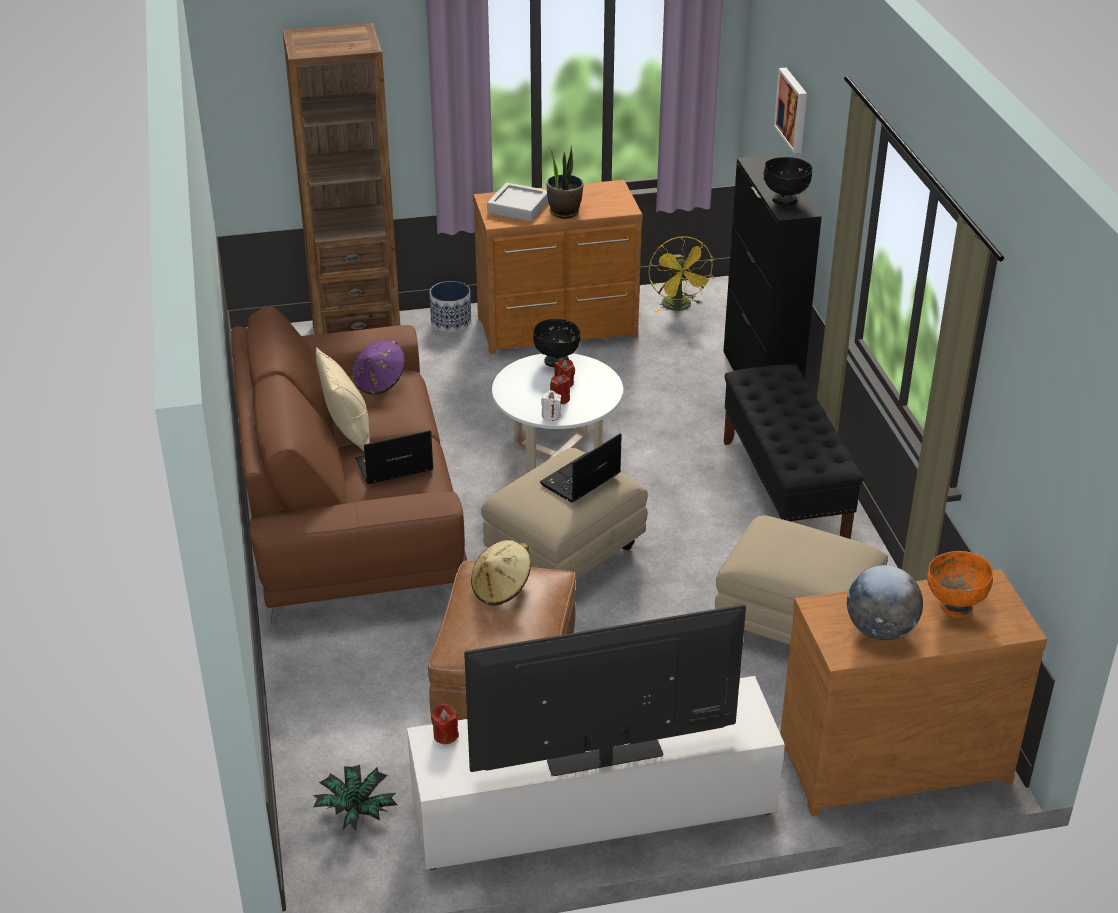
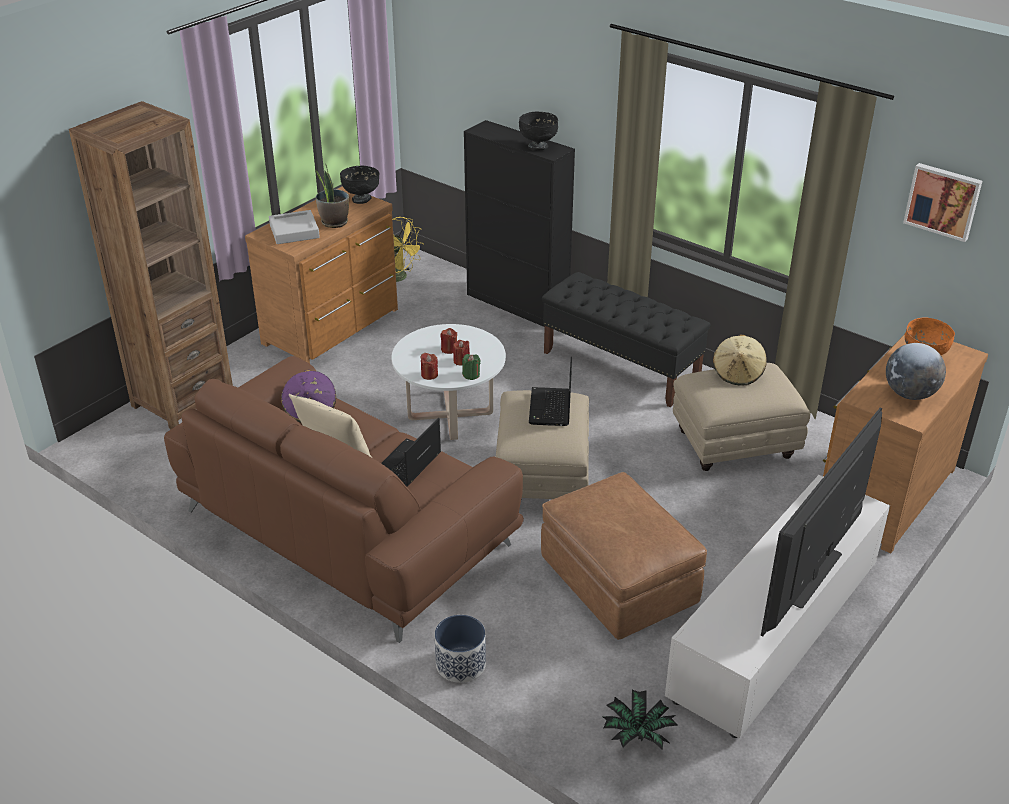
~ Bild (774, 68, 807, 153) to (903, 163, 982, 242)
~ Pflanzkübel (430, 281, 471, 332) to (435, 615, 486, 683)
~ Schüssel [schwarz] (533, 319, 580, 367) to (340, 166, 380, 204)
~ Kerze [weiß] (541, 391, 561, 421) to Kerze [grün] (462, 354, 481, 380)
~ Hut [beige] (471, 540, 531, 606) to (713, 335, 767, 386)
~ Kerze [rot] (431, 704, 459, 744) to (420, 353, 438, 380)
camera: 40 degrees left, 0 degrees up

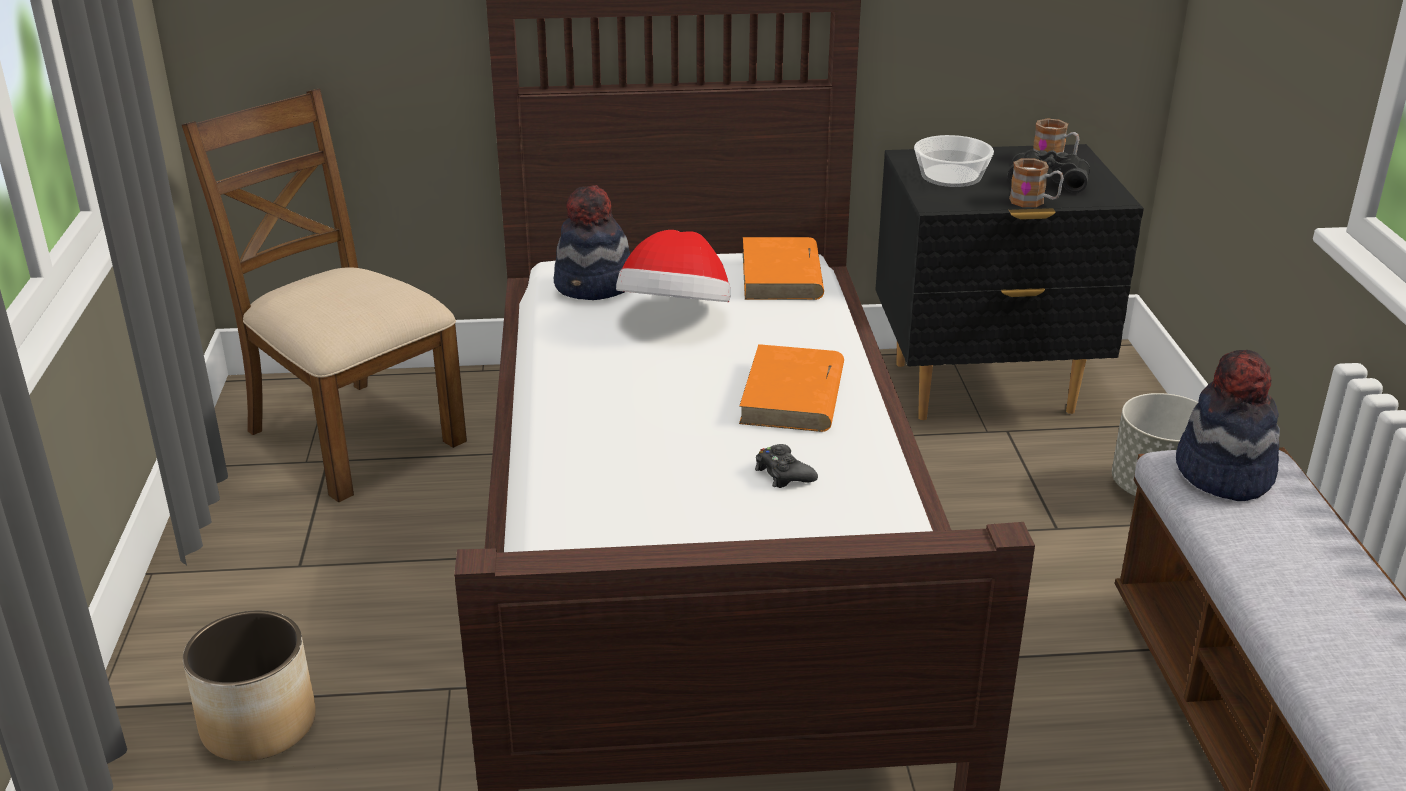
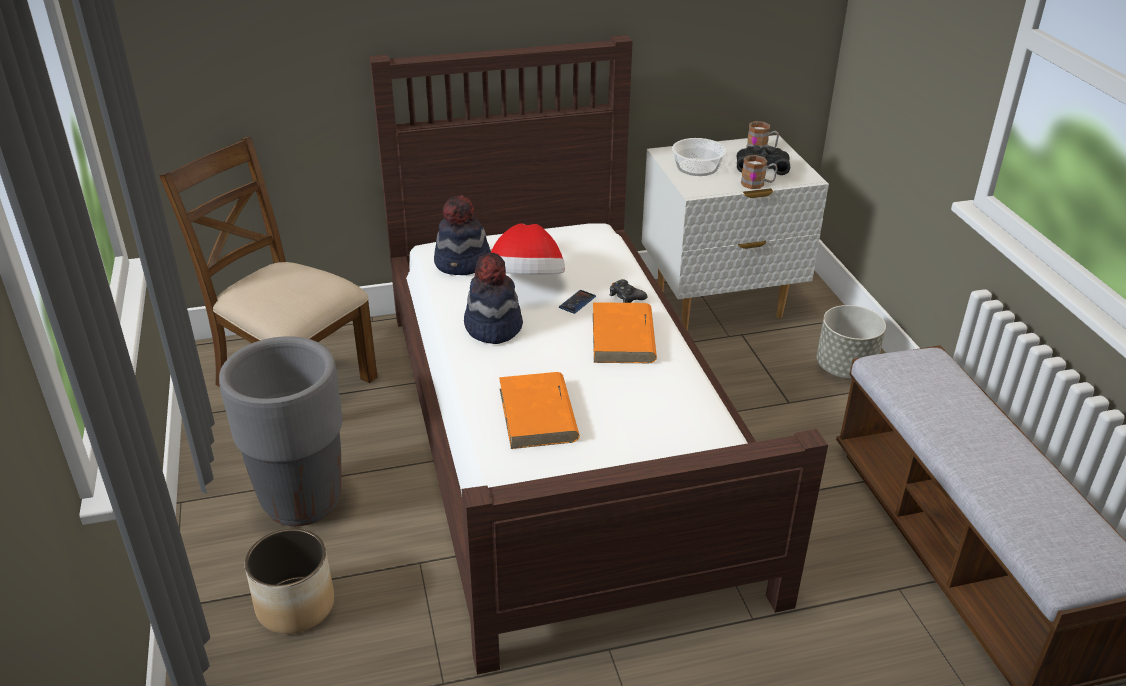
~ Nachttisch [schwarz] (875, 144, 1144, 420) to Nachttisch [weiß] (642, 135, 829, 331)
~ Buch [orange] (743, 237, 824, 300) to (499, 372, 580, 449)
~ Hut (1176, 350, 1280, 501) to (464, 253, 523, 344)
~ Gamepad [schwarz] (755, 444, 818, 488) to (610, 279, 648, 303)
+ Handy (559, 290, 596, 314)
+ Pflanzkübel [grau] (219, 336, 342, 526)
camera: 10 degrees left, 5 degrees up

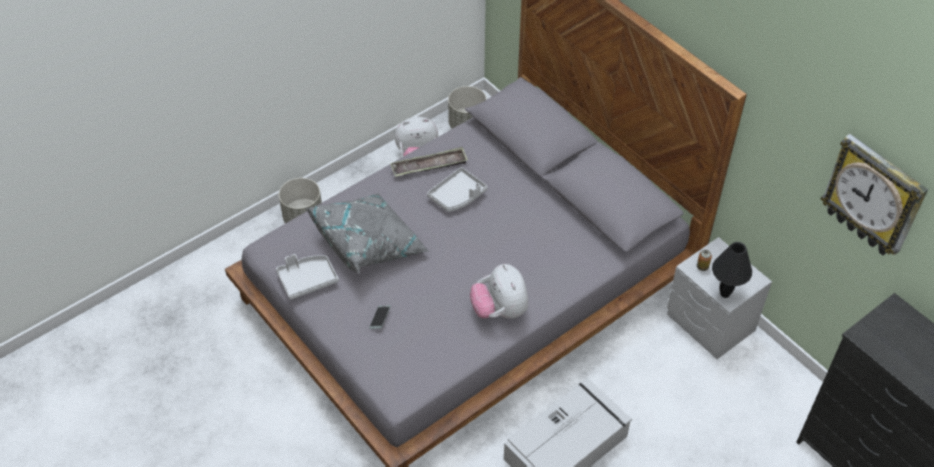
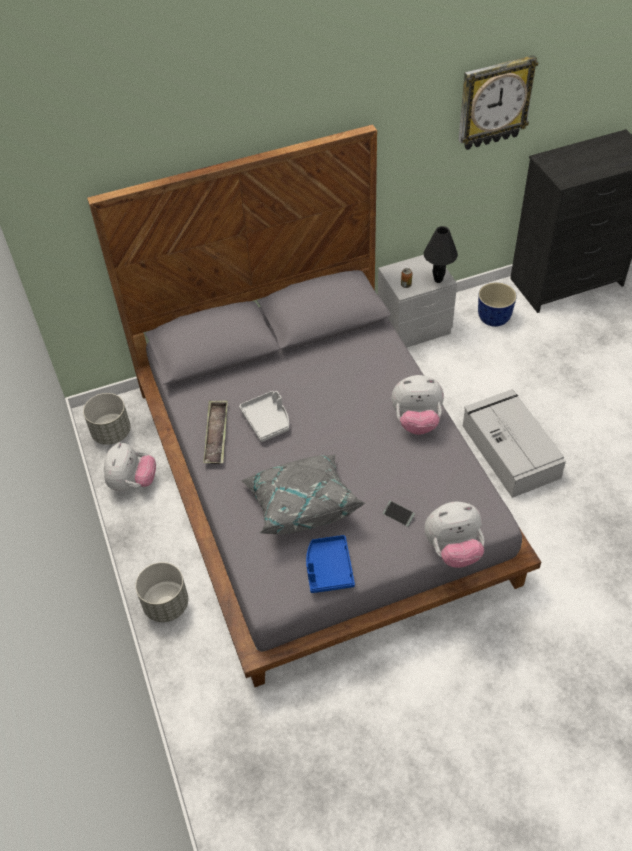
~ Tablett [grau] (276, 254, 339, 300) to Tablett [blau] (306, 535, 355, 593)
+ Pflanzkübel (478, 282, 517, 327)
+ Plüschtier (425, 502, 484, 568)
camera: 70 degrees left, 0 degrees up

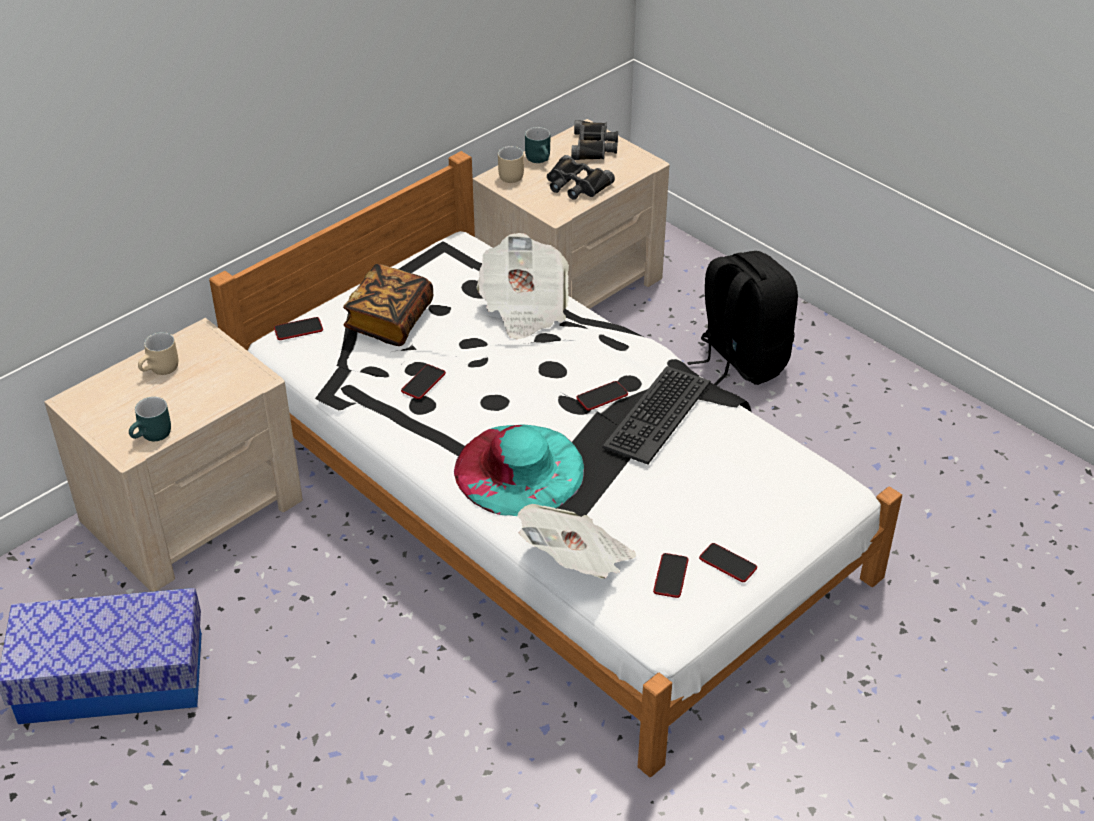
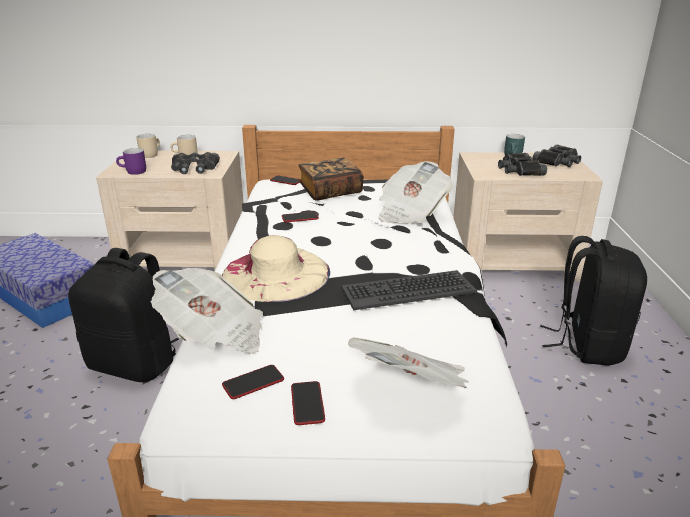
~ Henkelbecher [beige] (498, 146, 524, 183) to (136, 134, 160, 158)
- Handy (576, 381, 628, 411)
~ Henkelbecher [türkis] (129, 397, 171, 441) to Henkelbecher [lila] (116, 148, 146, 175)
~ Hut [türkis] (454, 424, 584, 516) to Hut [beige] (222, 235, 330, 302)
+ Fernglas [schwarz] (171, 152, 220, 174)
+ Rucksack [schwarz] (68, 248, 179, 382)
+ Zeitung (348, 338, 469, 388)
camera: 45 degrees right, 15 degrees down

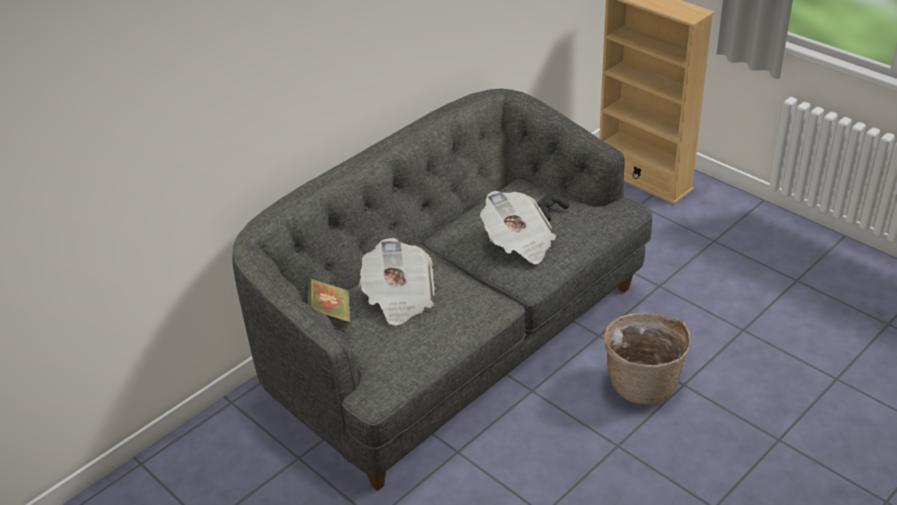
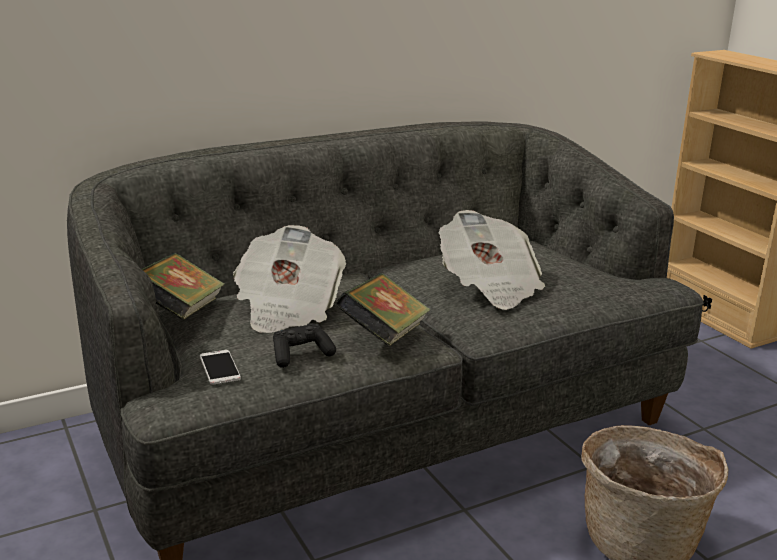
~ Gamepad [schwarz] (537, 192, 569, 222) to (273, 323, 336, 368)
+ Buch (336, 273, 430, 347)
+ Handy (200, 350, 241, 385)
camera: 15 degrees right, 15 degrees down

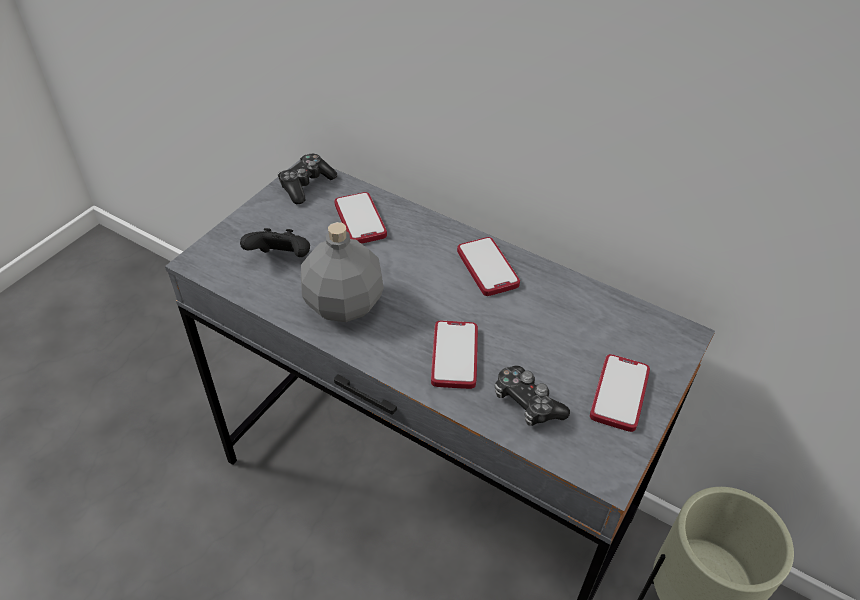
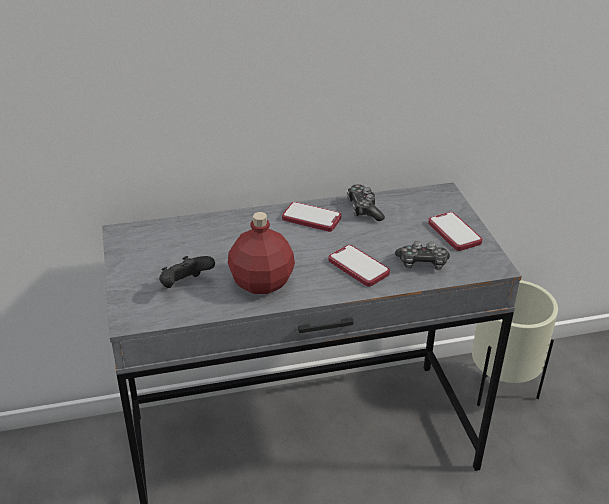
~ Gamepad (278, 154, 338, 204) to (347, 184, 385, 221)
- Handy (334, 192, 387, 244)
~ Flasche [grau] (301, 222, 384, 322) to Flasche [rot] (228, 212, 295, 294)
camera: 45 degrees left, 10 degrees down

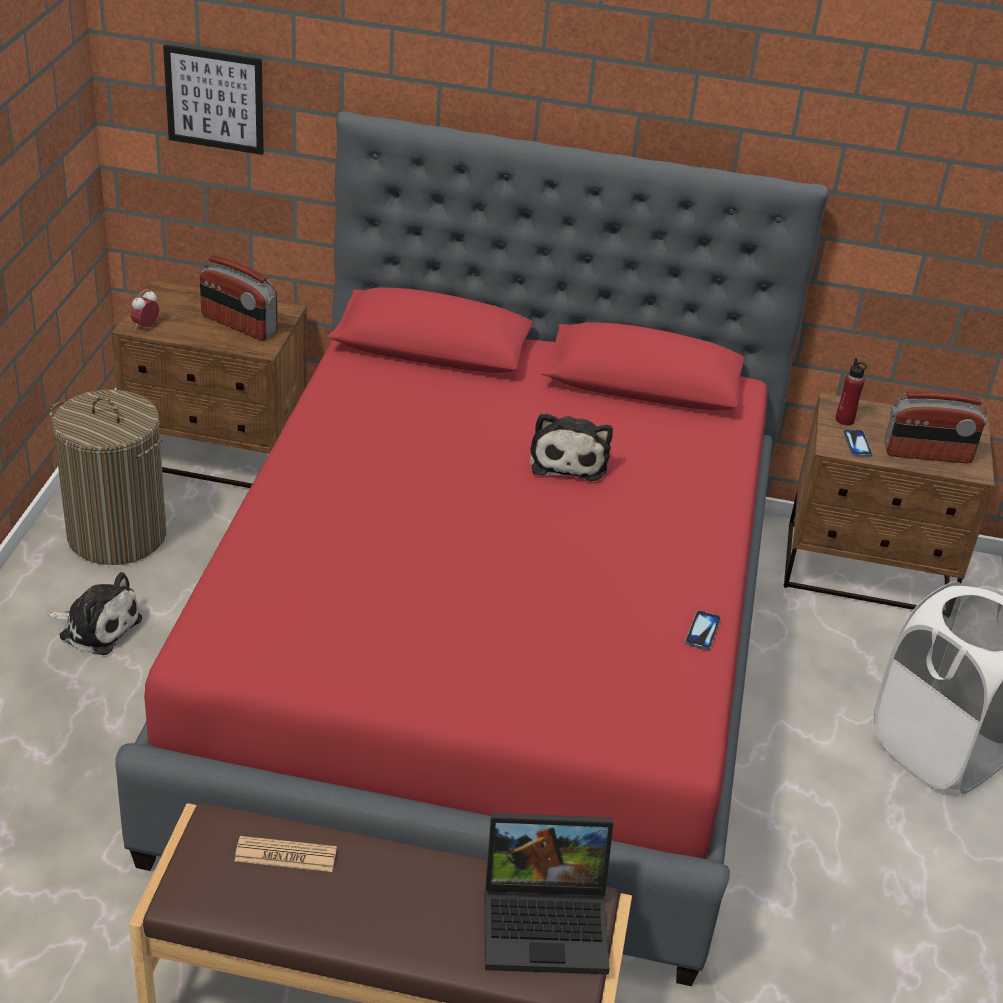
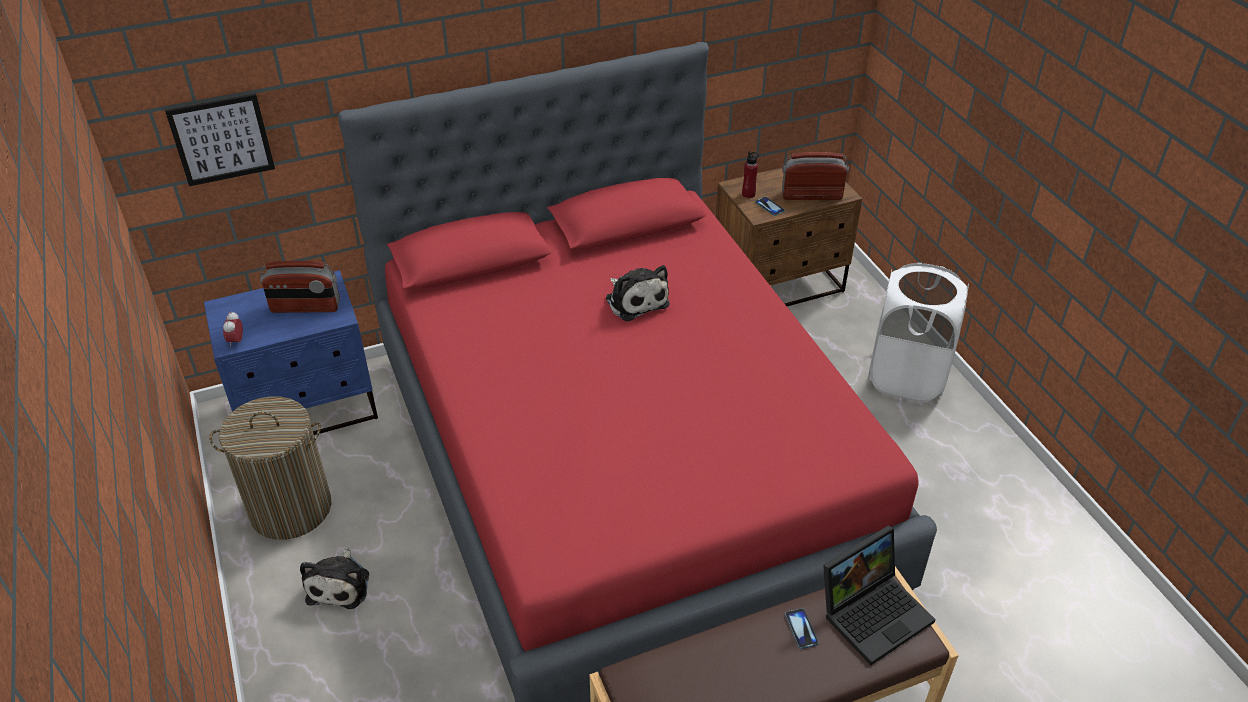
~ Nachttisch [braun] (111, 280, 307, 488) to Nachttisch [blau] (204, 270, 378, 435)
~ Radio (885, 391, 987, 464) = (782, 152, 849, 200) 150 degrees counterclockwise
~ Plüschtier (48, 572, 142, 655) = (300, 548, 369, 609) 105 degrees clockwise
~ Handy (685, 610, 721, 650) to (785, 608, 819, 649)
- Zeitung (235, 836, 337, 872)
camera: 30 degrees left, 5 degrees up

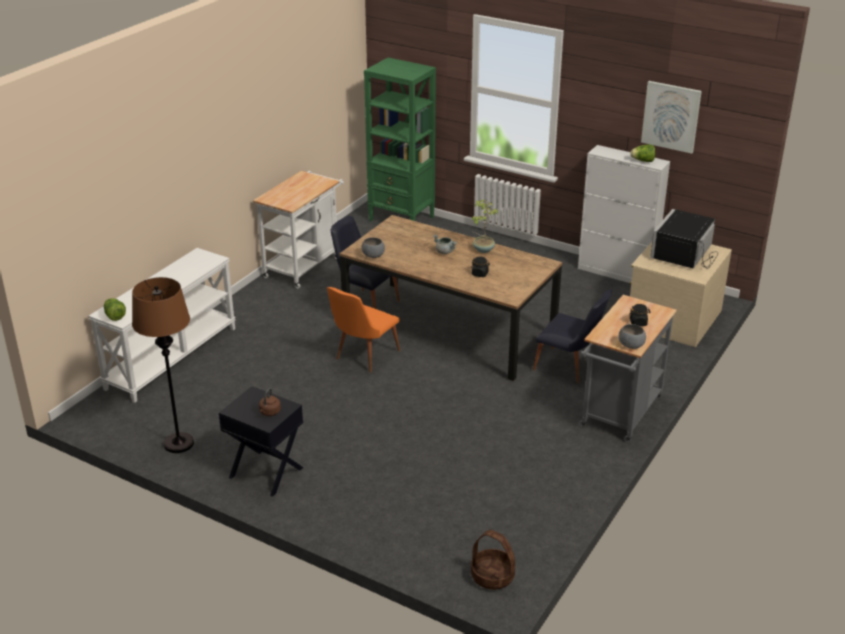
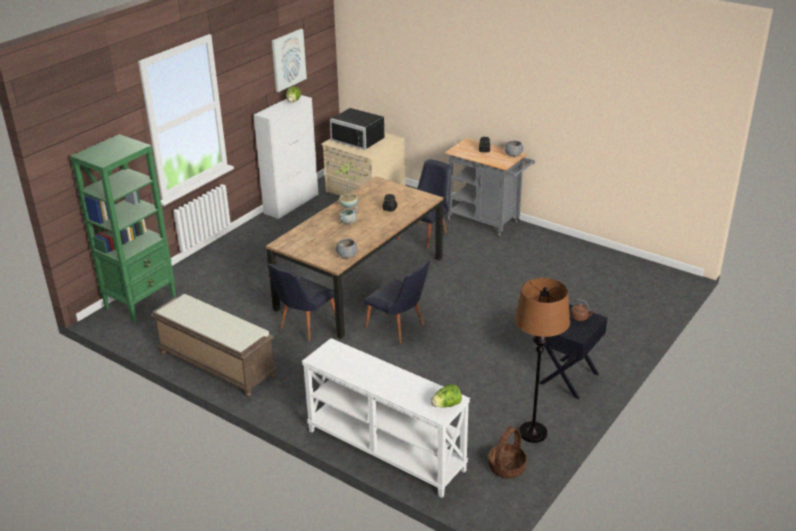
~ Rollwagen [weiß] (253, 171, 344, 288) to Bank [braun] (151, 294, 278, 397)
~ Stuhl [orange] (327, 287, 400, 372) to Stuhl [schwarz] (364, 261, 430, 343)
~ Korb (471, 530, 515, 590) to (488, 426, 527, 479)
camera: 85 degrees left, 0 degrees up

